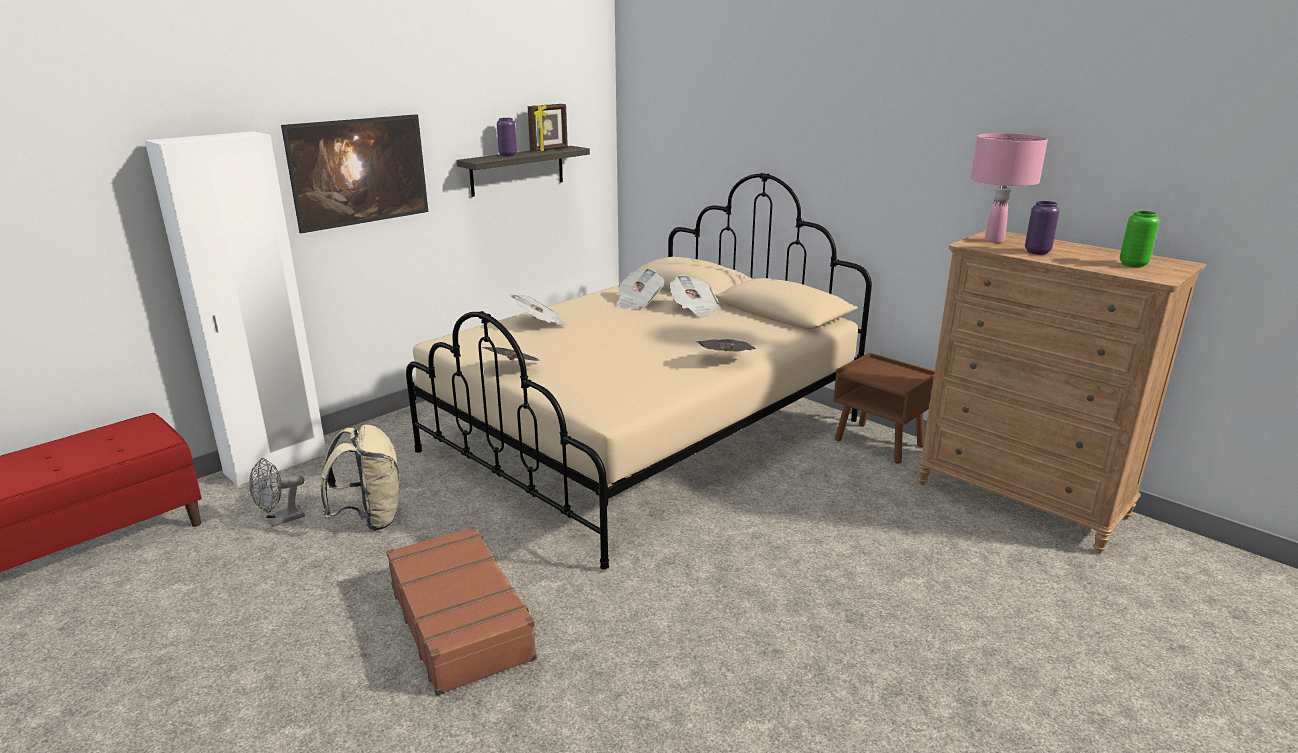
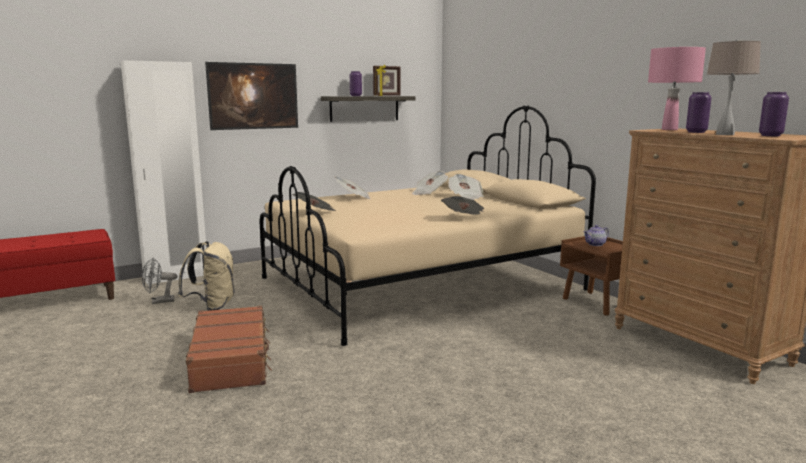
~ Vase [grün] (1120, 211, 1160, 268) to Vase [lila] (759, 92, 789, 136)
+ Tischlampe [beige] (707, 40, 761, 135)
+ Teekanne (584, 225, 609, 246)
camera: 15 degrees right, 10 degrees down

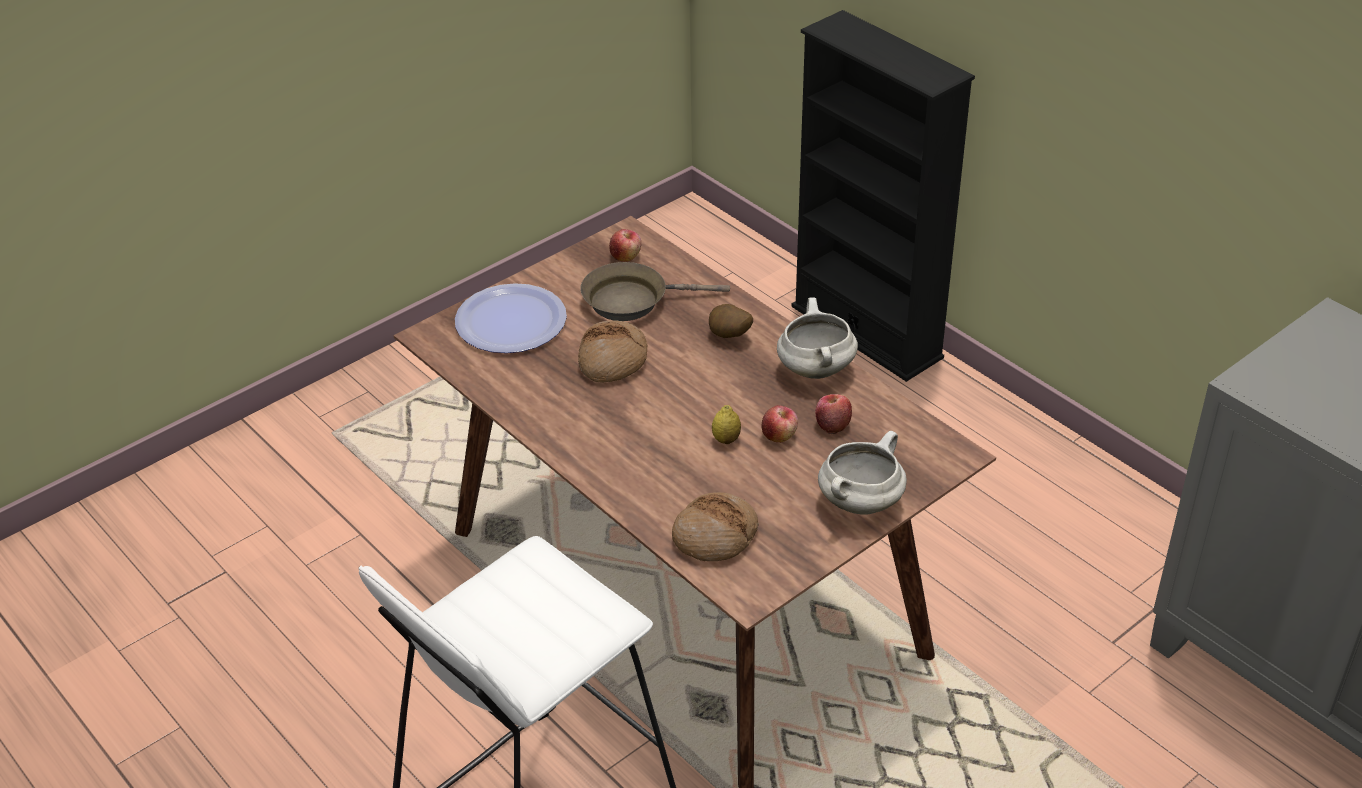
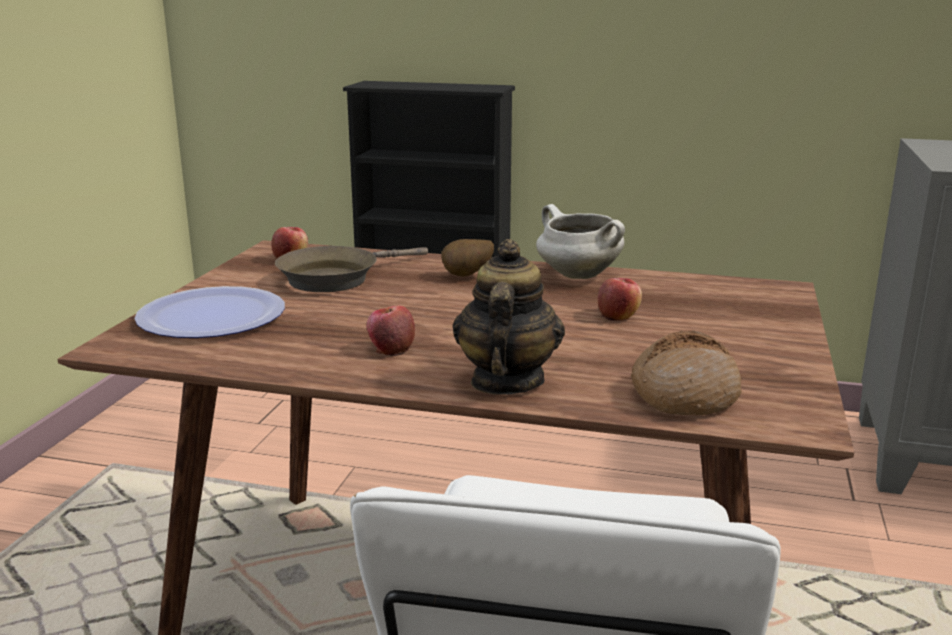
- Brot (578, 321, 647, 382)
~ Apfel (815, 394, 852, 434) to (367, 306, 415, 356)
- Zitrone (712, 405, 741, 444)
- Kochtopf [weiß] (818, 431, 907, 515)
+ Teekanne (453, 239, 565, 395)
camera: 35 degrees left, 20 degrees down

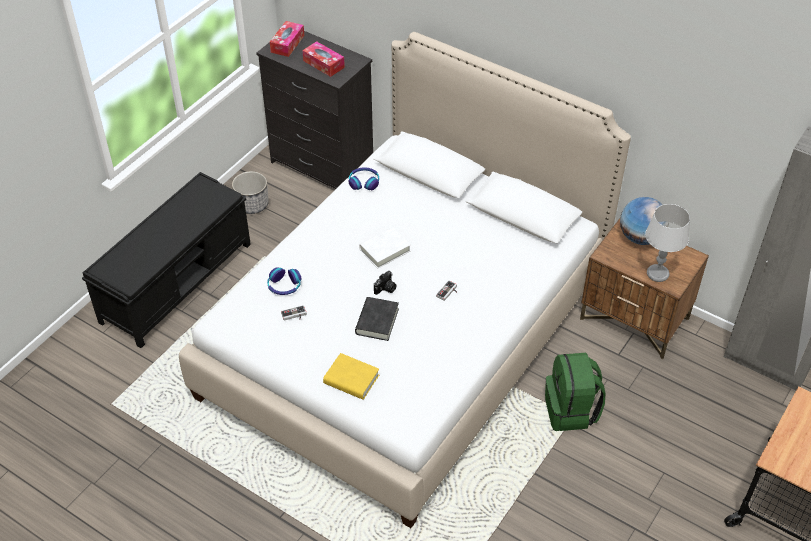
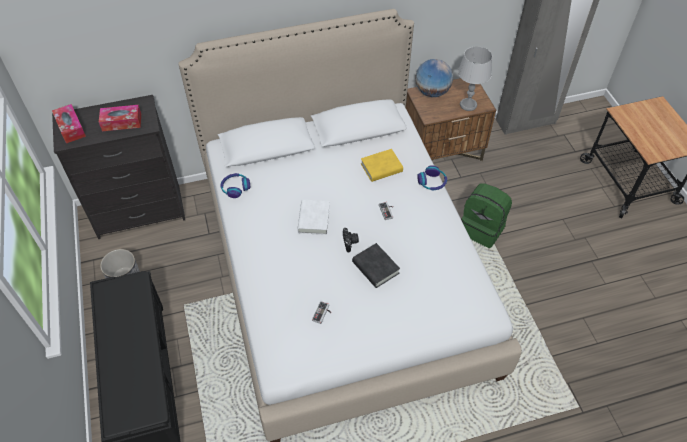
~ Kopfhörer (267, 267, 302, 295) to (417, 165, 447, 190)
~ Buch [gelb] (323, 353, 379, 400) to (361, 149, 403, 182)
camera: 50 degrees left, 5 degrees up

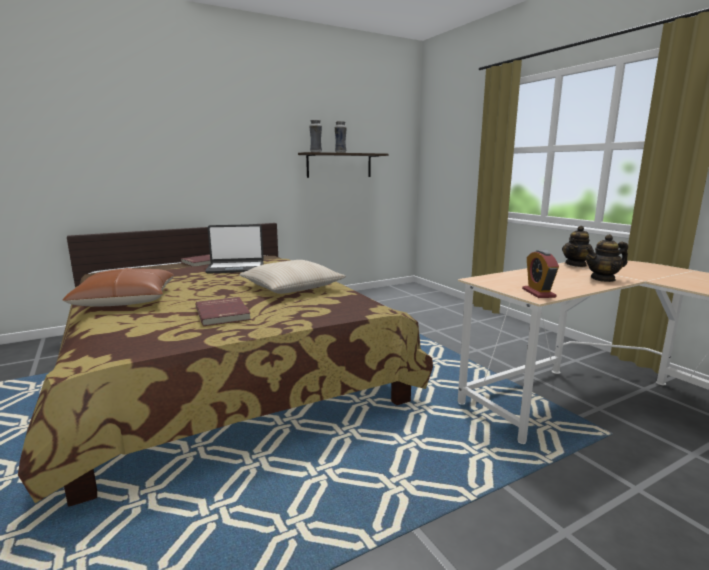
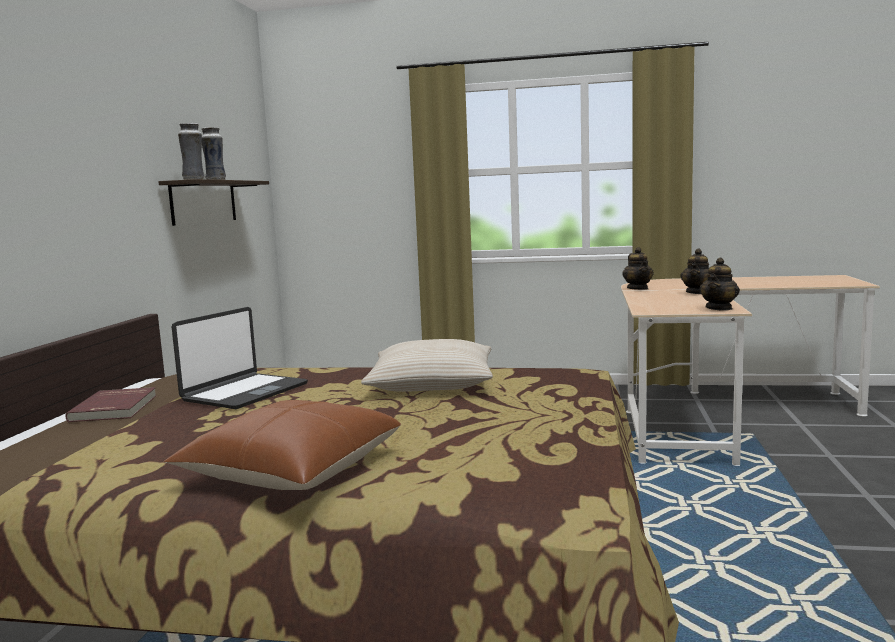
~ Wecker (522, 250, 559, 298) to Teekanne (699, 258, 740, 311)
- Buch [rot] (195, 297, 251, 326)
camera: 50 degrees left, 5 degrees down

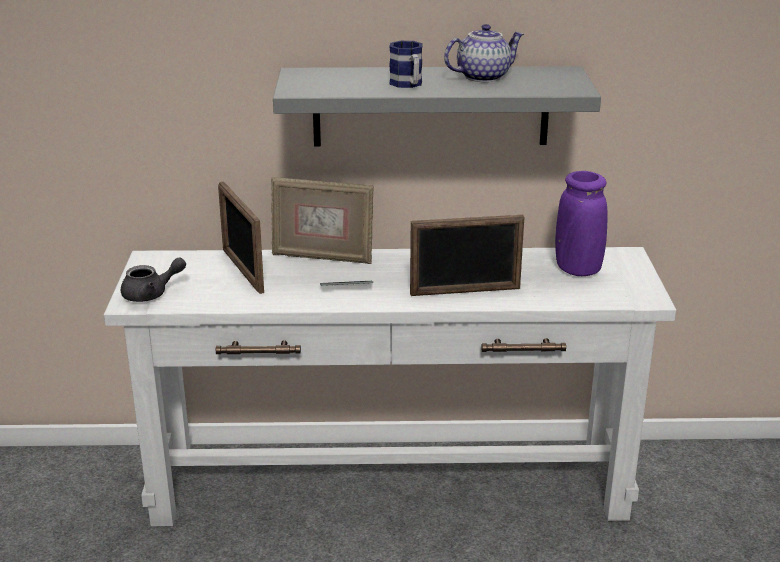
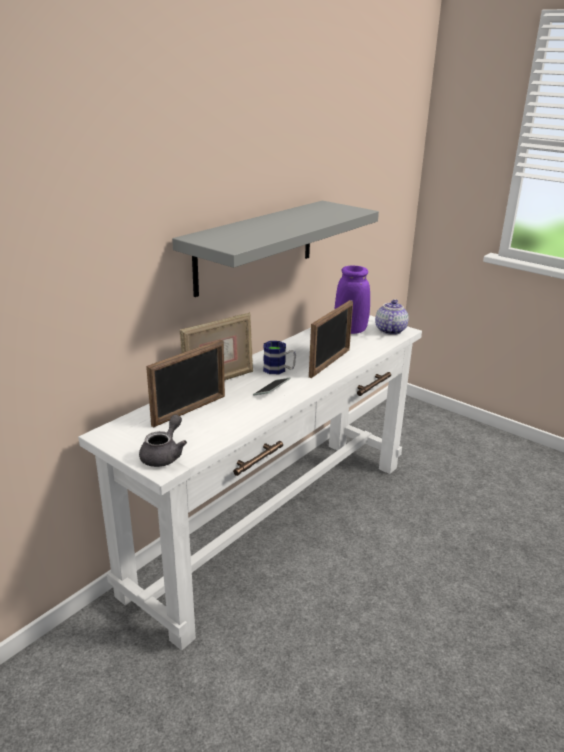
~ Teekanne (444, 24, 524, 82) to (375, 299, 409, 335)
~ Henkelbecher (389, 41, 423, 88) to (263, 341, 296, 374)
~ Bilderrahmen (218, 181, 264, 294) = (146, 340, 225, 428) 60 degrees counterclockwise
camera: 50 degrees left, 0 degrees up

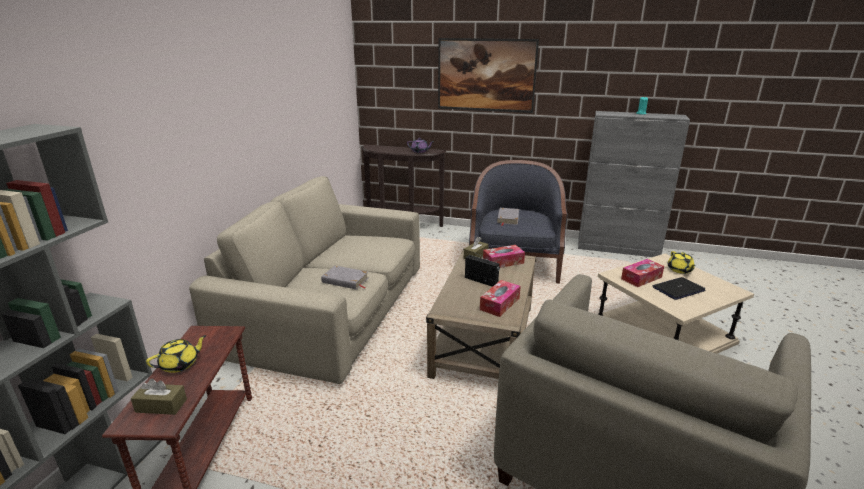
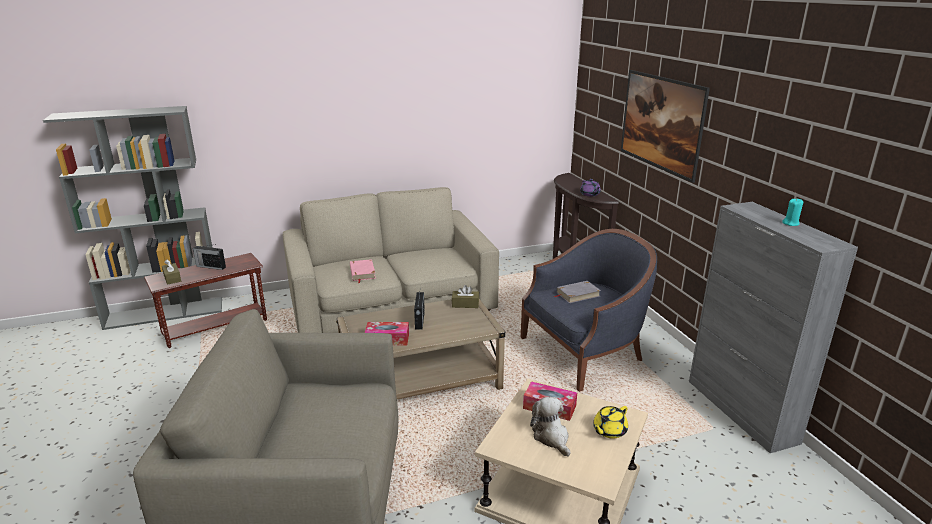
- Taschentuchbox (483, 245, 525, 268)
~ Buch [grau] (321, 266, 368, 289) to Buch [rosa] (350, 259, 376, 283)
~ Laptop (653, 277, 706, 300) to Plüschtier (530, 397, 570, 457)
~ Teekanne [gelb] (146, 335, 207, 373) to Radio (193, 244, 226, 270)
camera: 55 degrees right, 0 degrees up

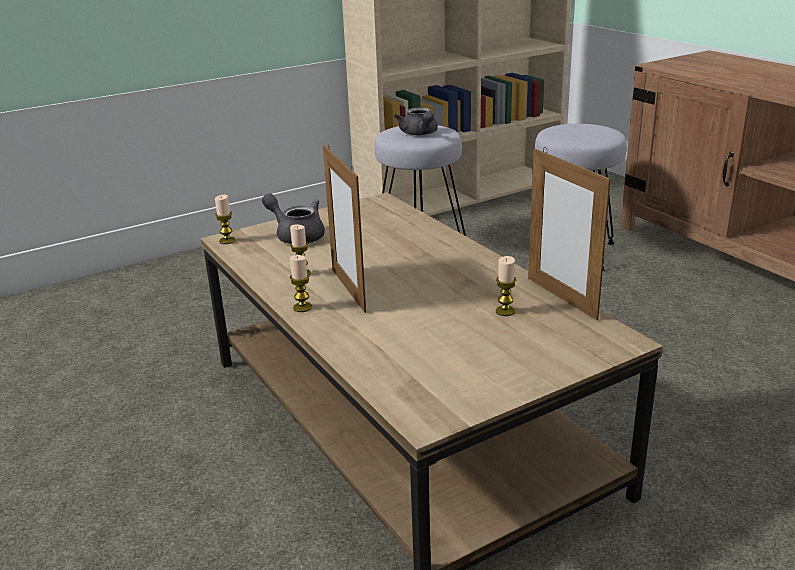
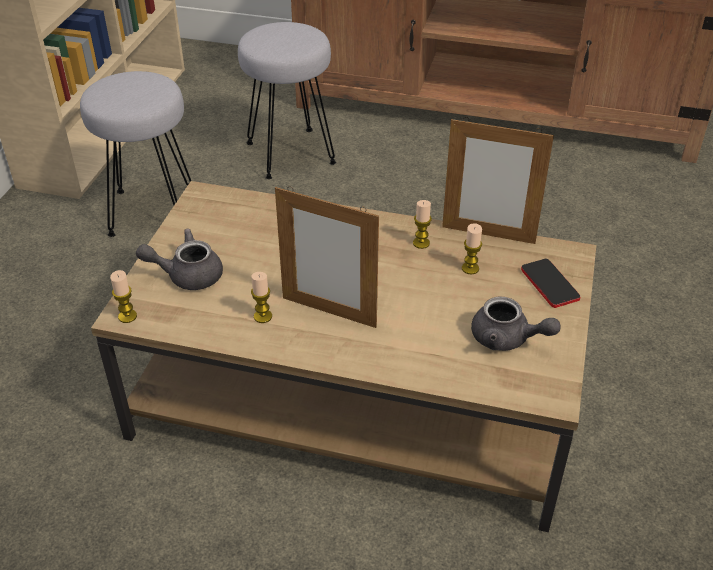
~ Teekanne [grau] (394, 107, 438, 135) to (471, 297, 561, 351)
~ Kerze (290, 255, 312, 312) to (413, 200, 432, 249)
+ Handy (521, 259, 580, 308)
camera: 45 degrees left, 15 degrees up

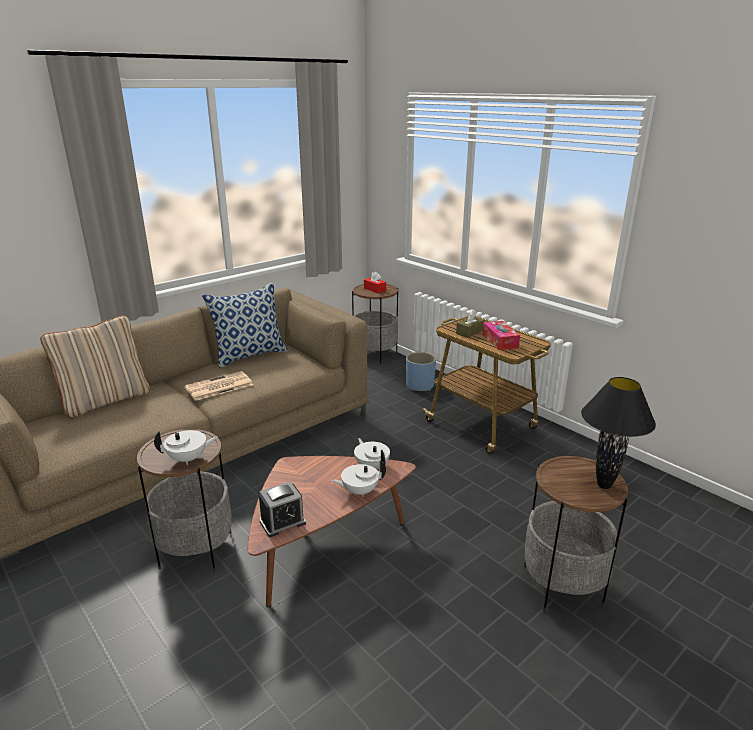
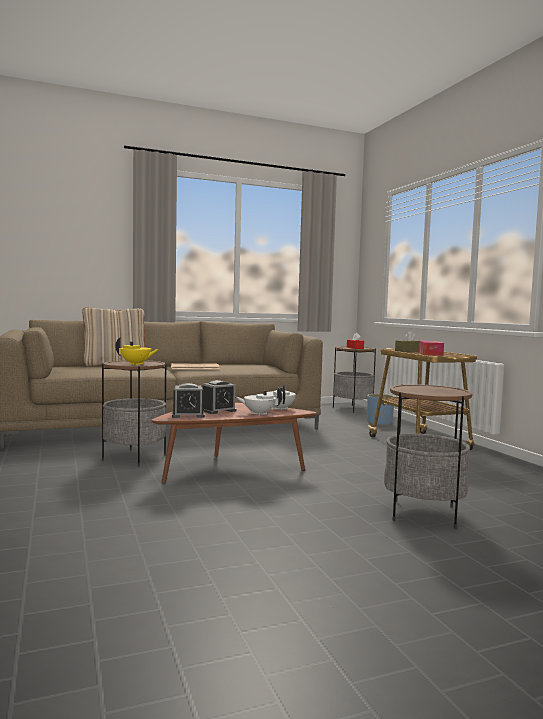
- Kissen (202, 282, 288, 368)
- Tischlampe [schwarz] (581, 377, 656, 489)
~ Teekanne [weiß] (154, 430, 218, 465) to Teekanne [gelb] (115, 337, 159, 365)
+ Wecker (203, 380, 236, 414)
camera: 20 degrees right, 20 degrees down

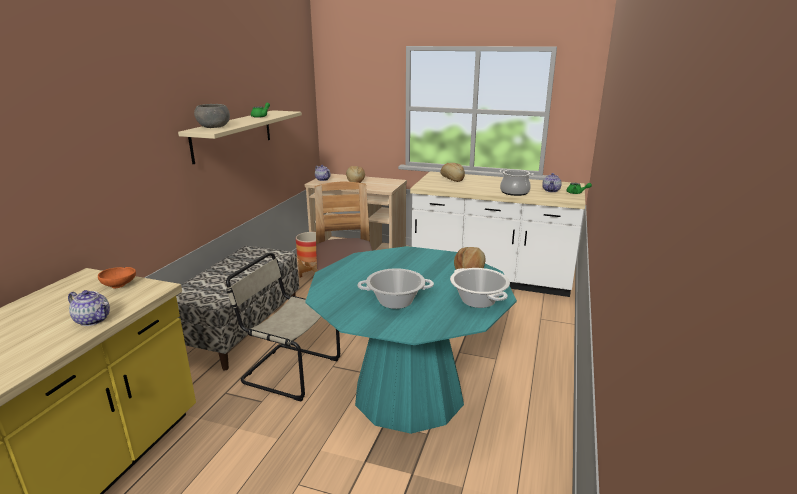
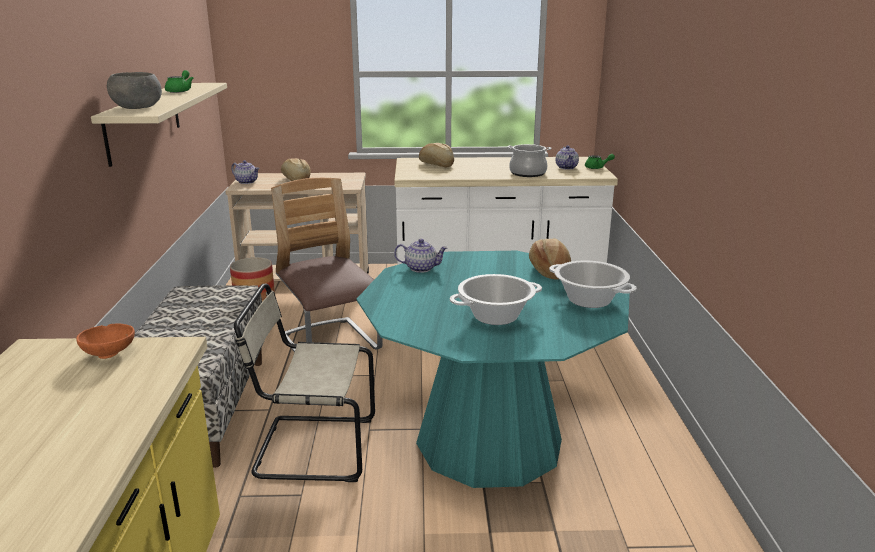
~ Teekanne (68, 290, 110, 326) to (394, 239, 448, 273)
camera: 20 degrees left, 0 degrees up

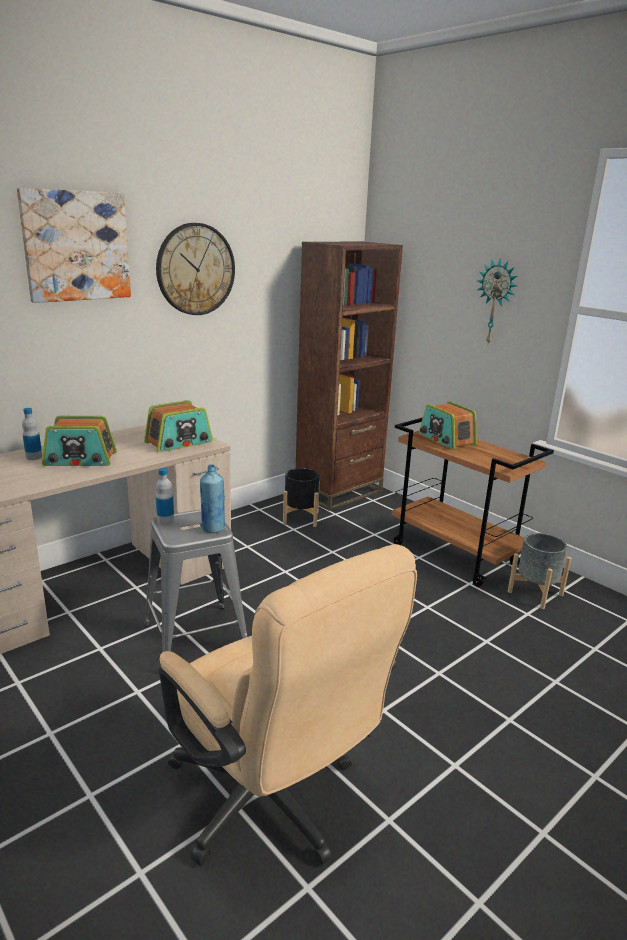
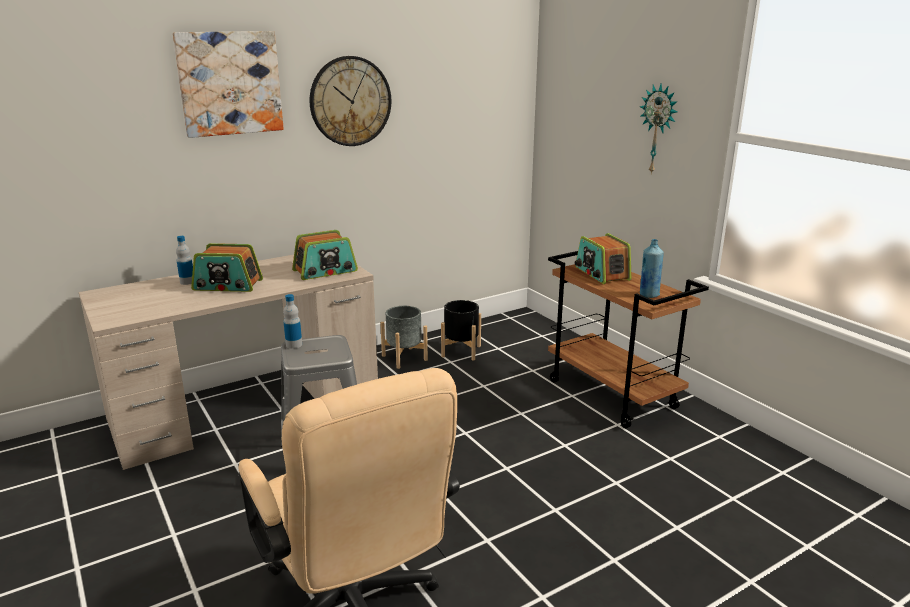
- Bücherregal [braun] (296, 242, 403, 511)
~ Flasche [blau] (200, 464, 226, 533) to (640, 239, 664, 298)
~ Pflanzkübel [grau] (508, 533, 571, 609) to (380, 306, 428, 369)
camera: 10 degrees right, 0 degrees up

